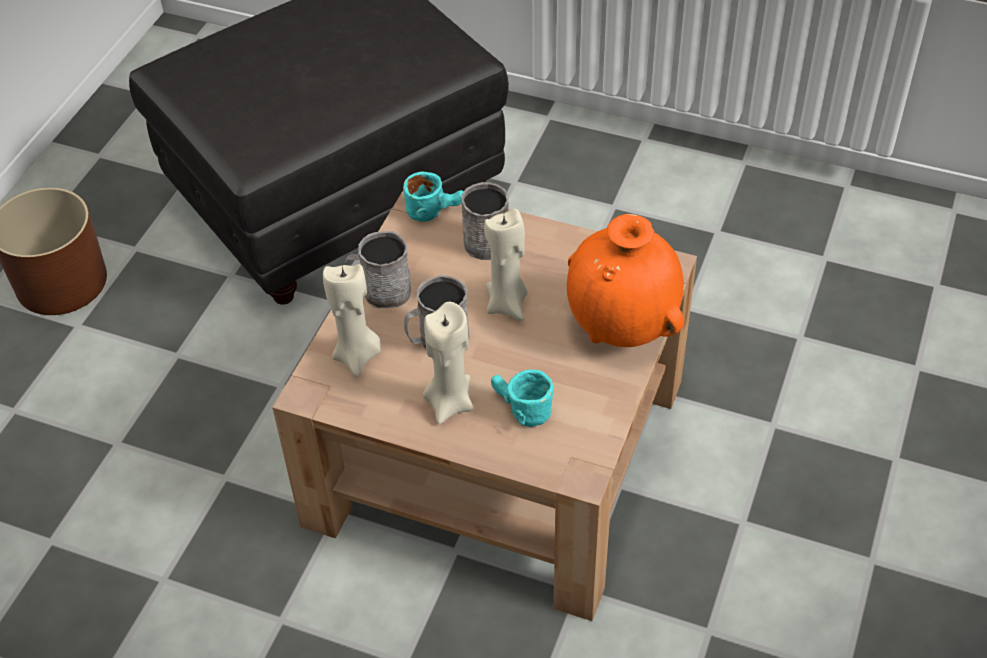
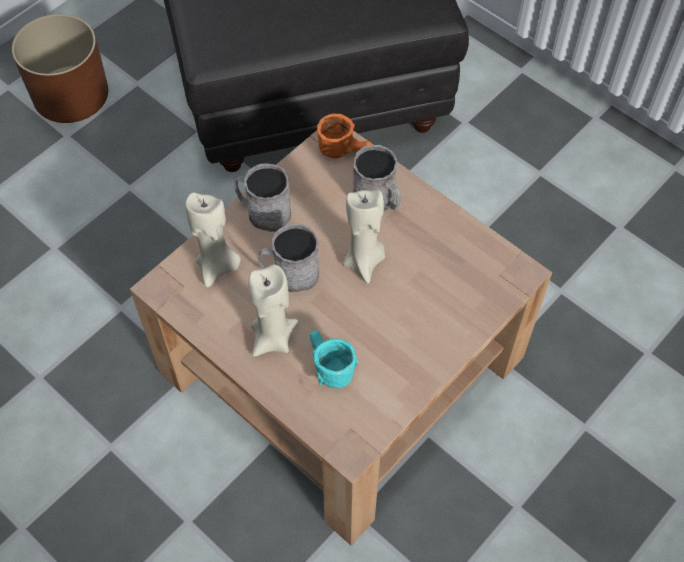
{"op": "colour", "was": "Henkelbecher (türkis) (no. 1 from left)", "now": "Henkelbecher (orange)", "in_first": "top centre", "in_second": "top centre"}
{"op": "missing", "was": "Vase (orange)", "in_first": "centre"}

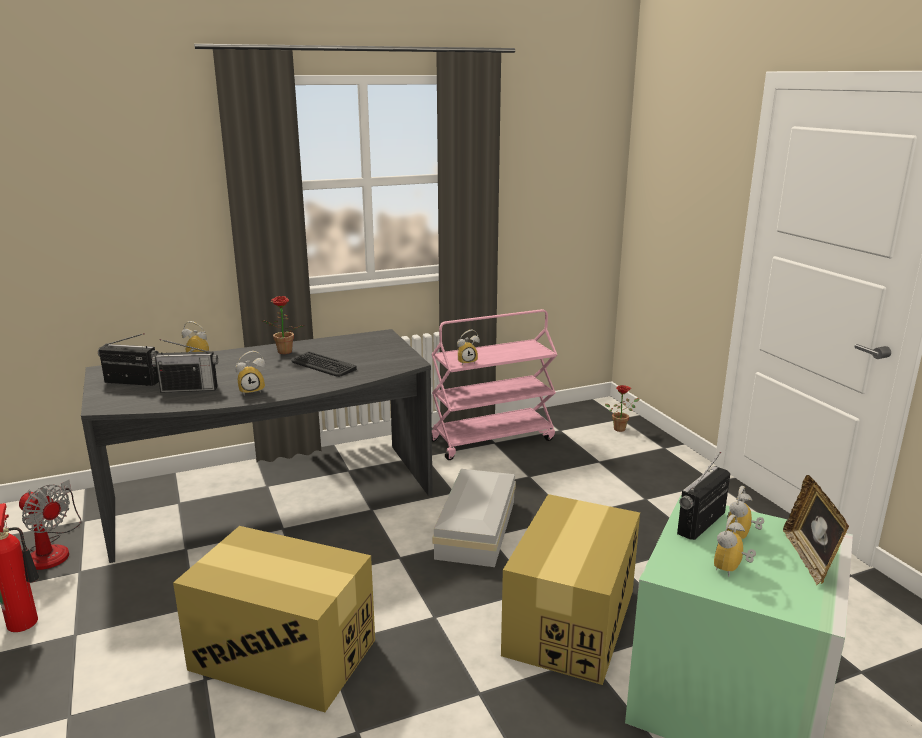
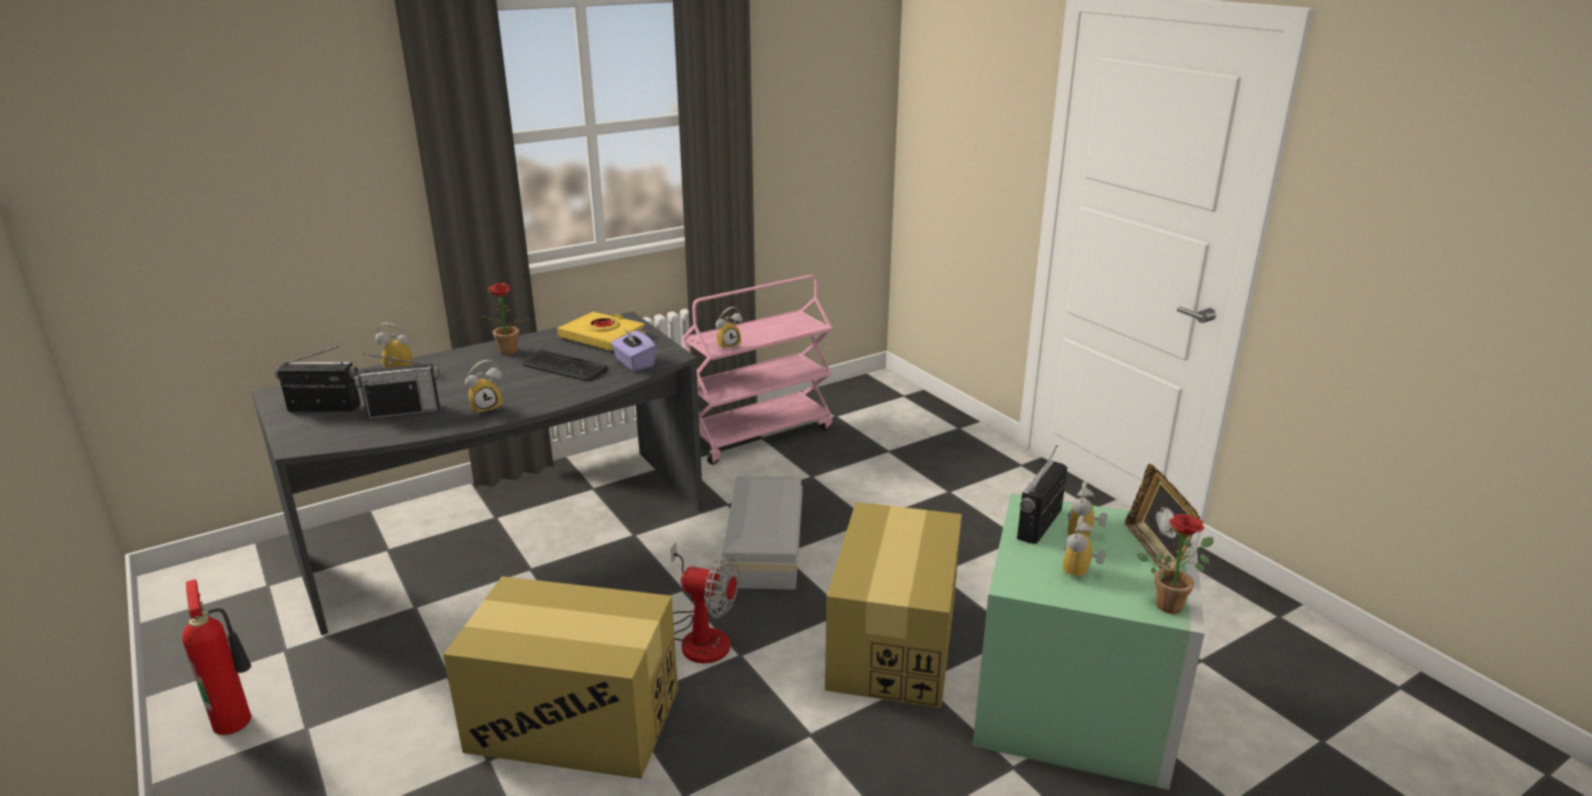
{"op": "relocated", "was": "Topfpflanze (no. 2 from left)", "in_first": "middle right", "in_second": "bottom right"}
{"op": "relocated", "was": "Ventilator", "in_first": "bottom left", "in_second": "bottom centre"}
{"op": "appeared", "now": "Buch (gelb)", "in_second": "centre"}
{"op": "appeared", "now": "Taschentuchbox (lila)", "in_second": "centre"}

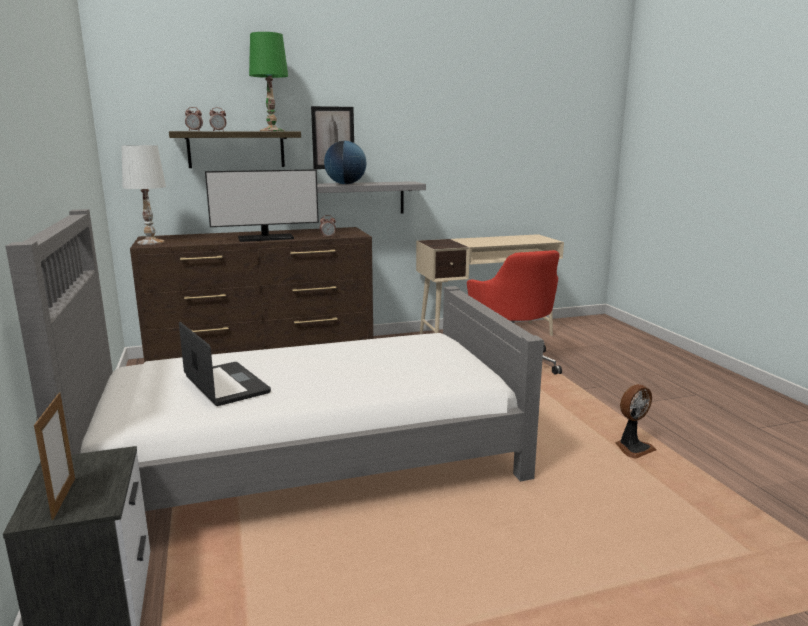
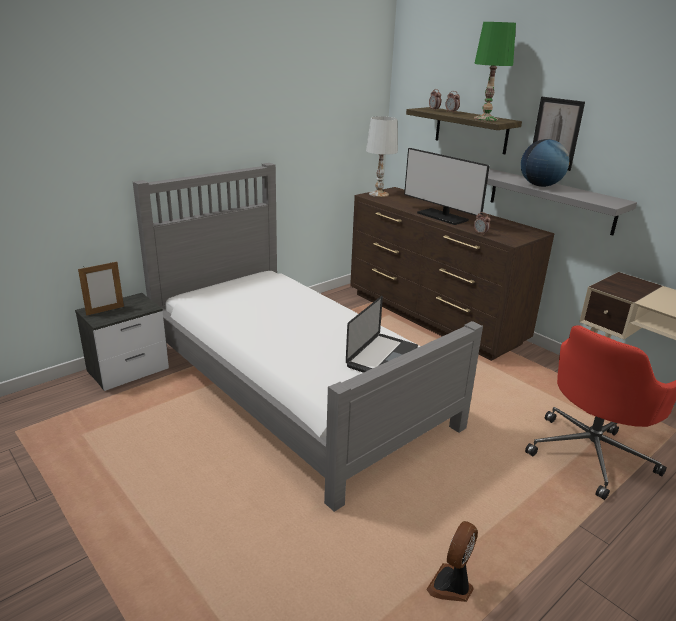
{"op": "relocated", "was": "Laptop", "in_first": "middle left", "in_second": "centre"}
{"op": "spun", "was": "Ventilator", "in_first": "bottom right", "in_second": "bottom right", "clockwise": 90}

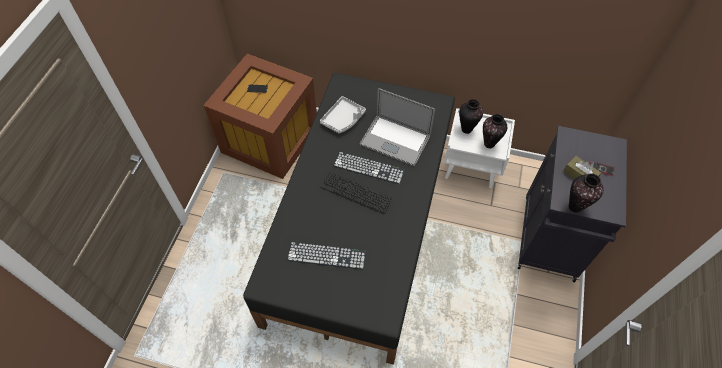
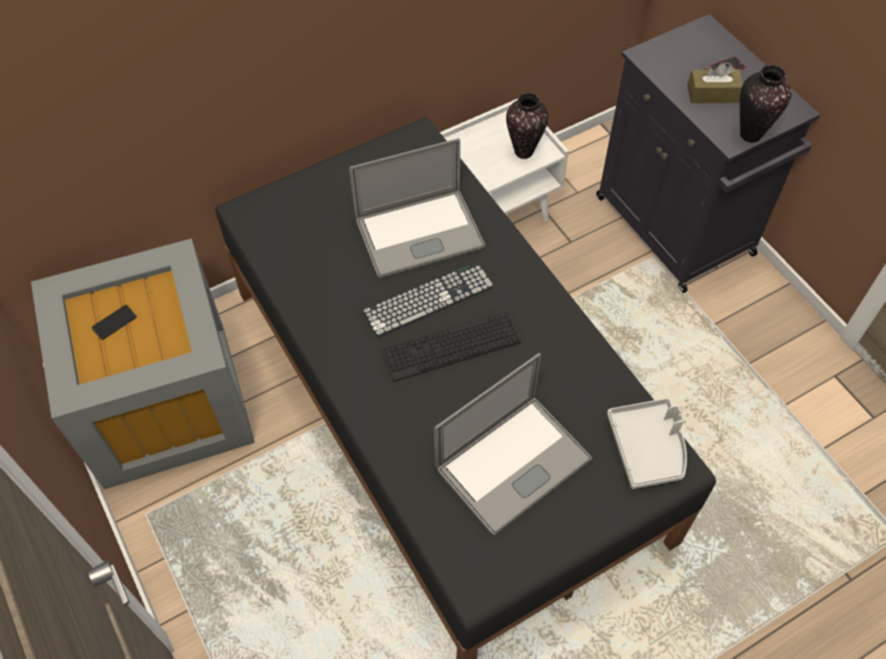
{"op": "colour", "was": "Aufbewahrungsbox (braun)", "now": "Aufbewahrungsbox (grau)", "in_first": "top centre", "in_second": "middle left"}
{"op": "relocated", "was": "Tablett (grau)", "in_first": "top centre", "in_second": "bottom right"}
{"op": "missing", "was": "Vase (no. 1 from left)", "in_first": "top centre"}
{"op": "exchanged", "was": "Tastatur (no. 1 from left)", "now": "Laptop (no. 2 from left)", "in_first": "bottom centre", "in_second": "bottom centre"}

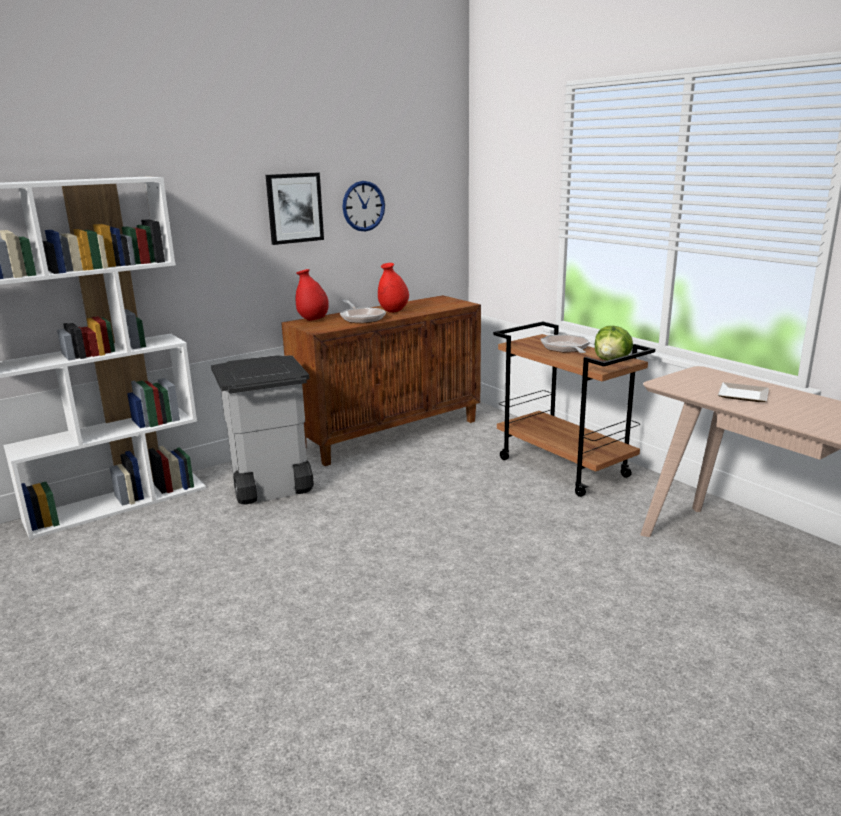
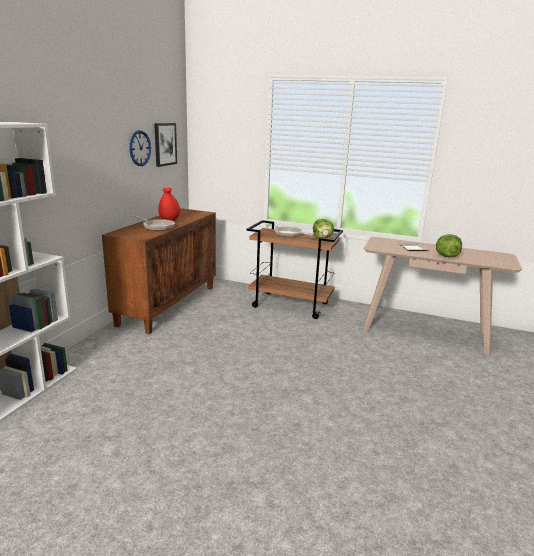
{"op": "relocated", "was": "Bild", "in_first": "top centre", "in_second": "top left"}
{"op": "missing", "was": "Vase (rot) (no. 1 from left)", "in_first": "centre"}
{"op": "missing", "was": "Mülleimer (grau)", "in_first": "middle left"}
{"op": "appeared", "now": "Salatkopf (no. 2 from left)", "in_second": "middle right"}

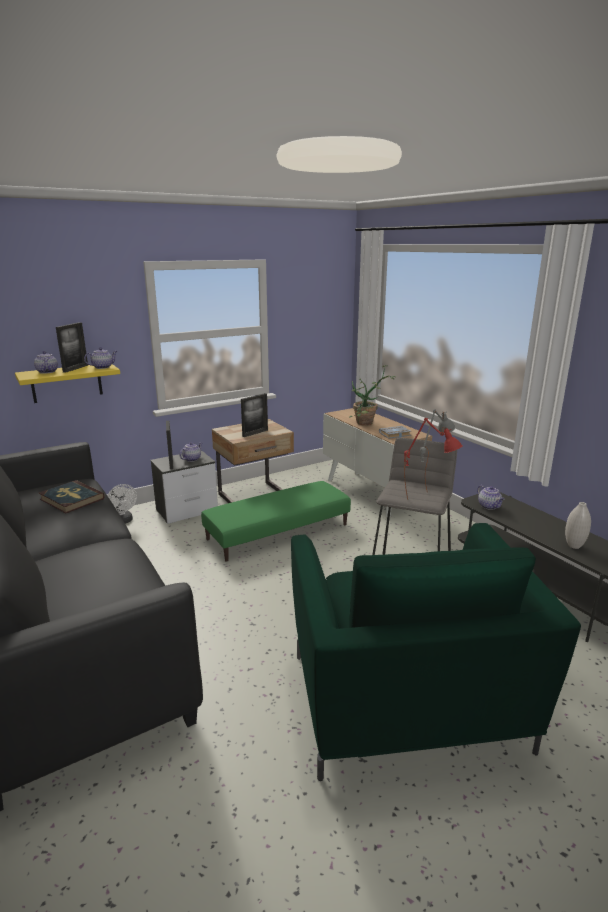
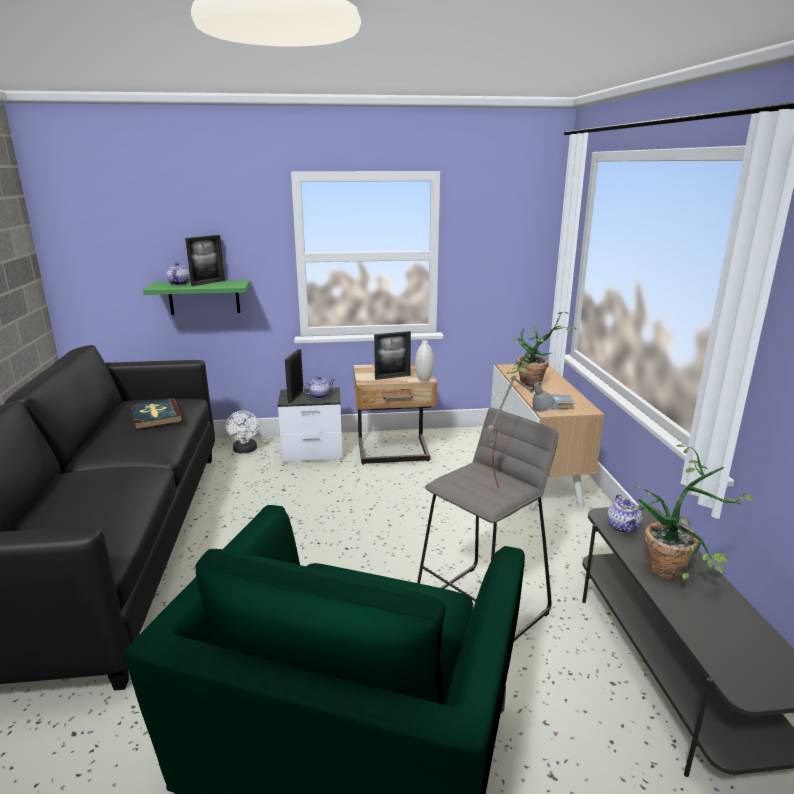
{"op": "missing", "was": "Teekanne (no. 2 from left)", "in_first": "middle left"}
{"op": "colour", "was": "Wandregal (gelb)", "now": "Wandregal (grün)", "in_first": "middle left", "in_second": "middle left"}
{"op": "missing", "was": "Tischlampe (rot)", "in_first": "middle right"}
{"op": "missing", "was": "Polsterhocker (grün)", "in_first": "centre"}
{"op": "relocated", "was": "Vase (weiß)", "in_first": "middle right", "in_second": "centre"}
{"op": "appeared", "now": "Topfpflanze (no. 2 from left)", "in_second": "middle right"}

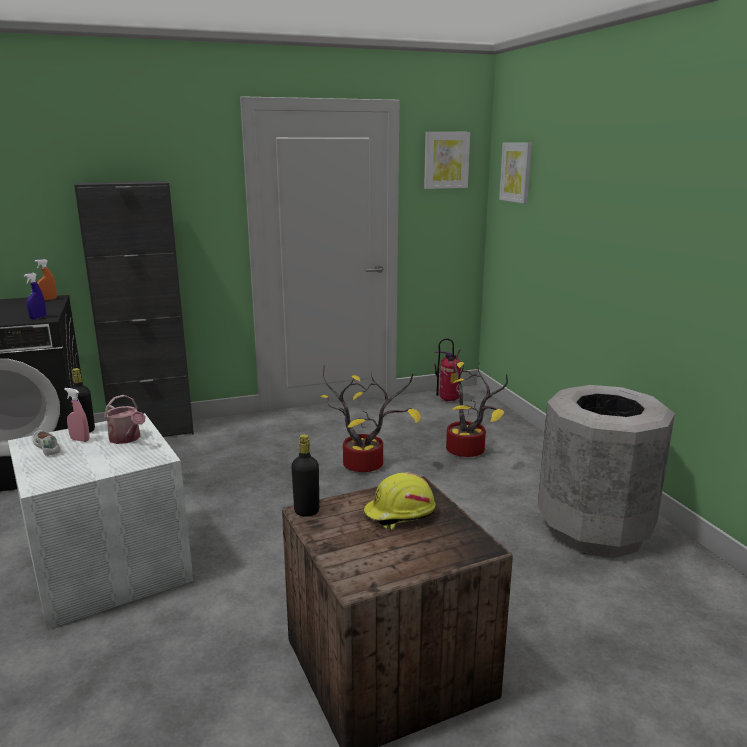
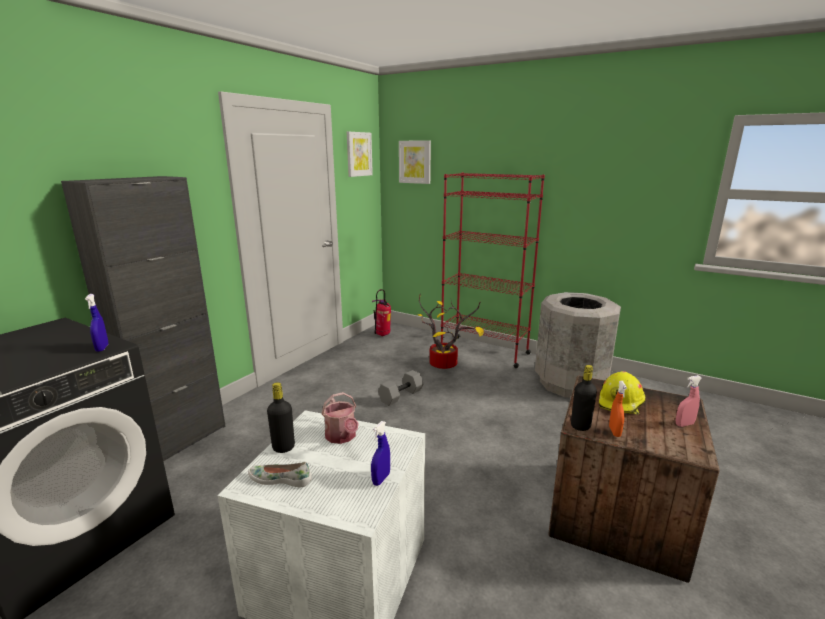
{"op": "relocated", "was": "Sprühflasche (orange)", "in_first": "middle left", "in_second": "middle right"}
{"op": "exchanged", "was": "Topfpflanze (no. 1 from left)", "now": "Hantel (grau)", "in_first": "centre", "in_second": "centre"}
{"op": "relocated", "was": "Sprühflasche (rosa)", "in_first": "middle left", "in_second": "middle right"}
{"op": "spun", "was": "Gießkanne", "in_first": "middle left", "in_second": "bottom centre", "clockwise": 60}
{"op": "appeared", "now": "Bücherregal (rot)", "in_second": "centre"}
{"op": "appeared", "now": "Sprühflasche (blau) (no. 2 from left)", "in_second": "bottom centre"}

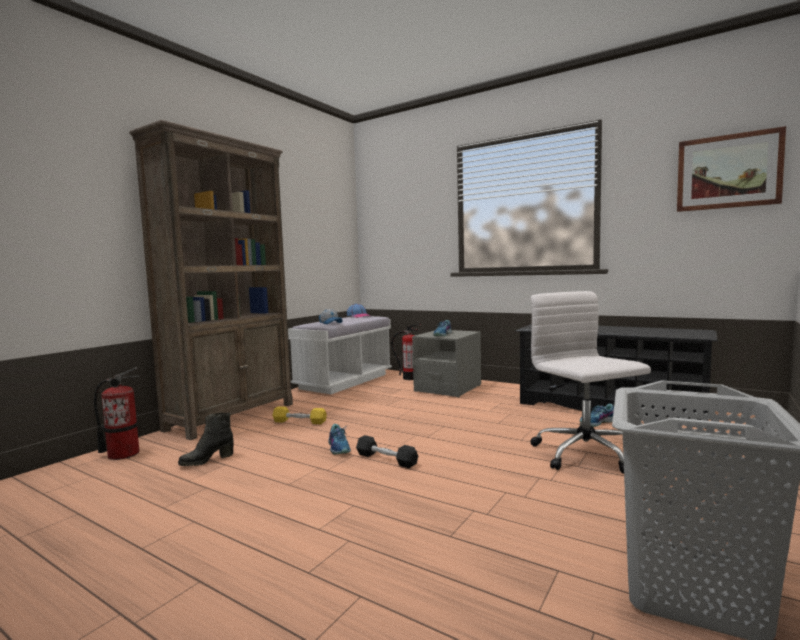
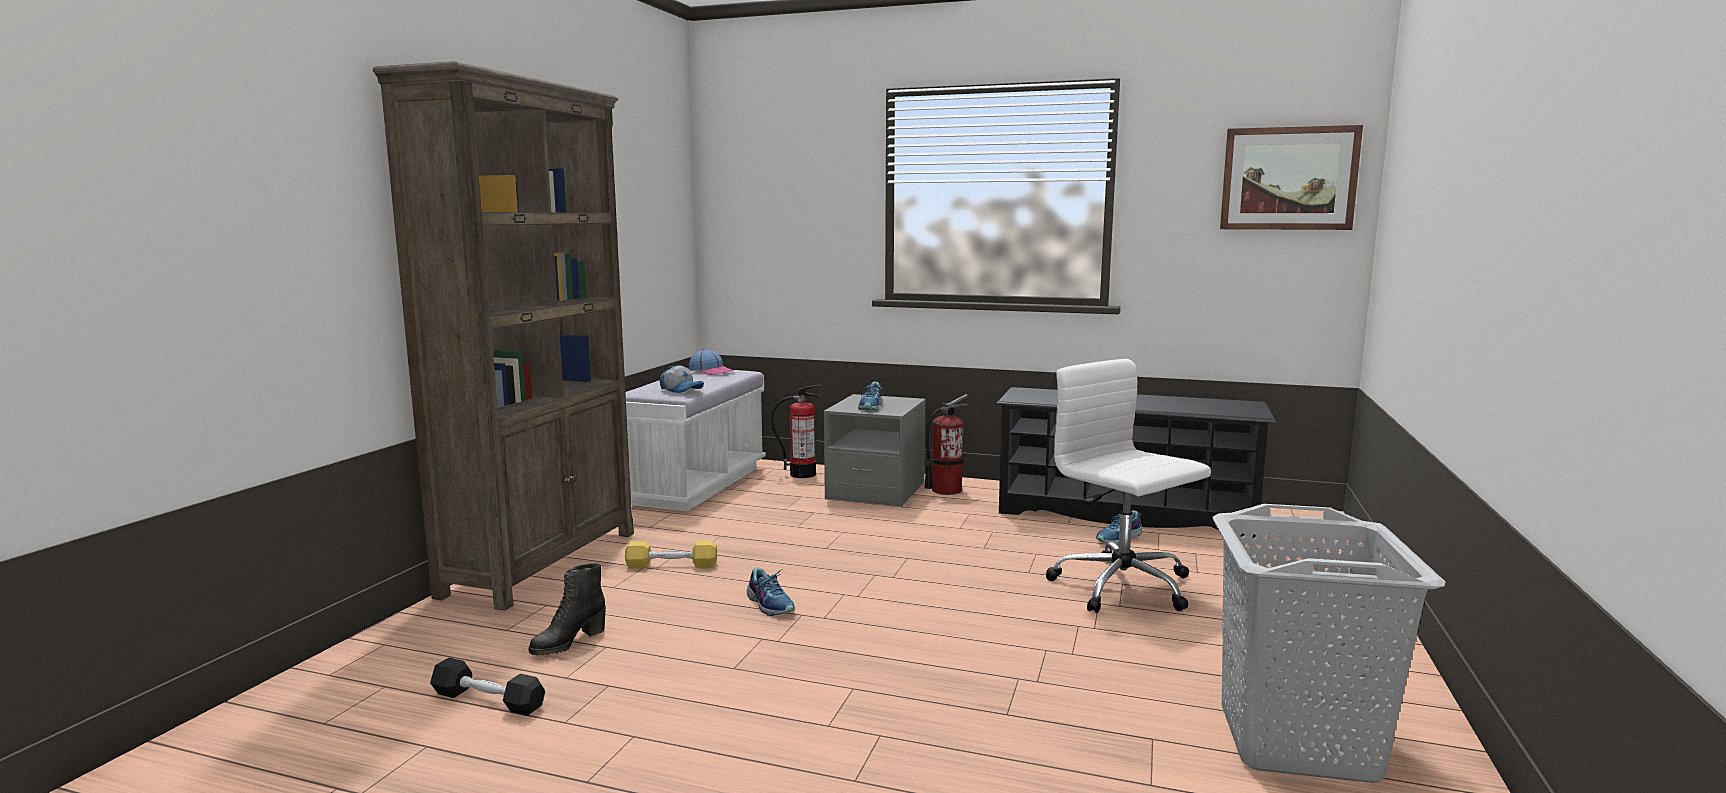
{"op": "relocated", "was": "Feuerlöscher (no. 1 from left in the first image)", "now": "Feuerlöscher (no. 2 from left)", "in_first": "middle left", "in_second": "centre"}
{"op": "relocated", "was": "Hantel (schwarz)", "in_first": "bottom centre", "in_second": "bottom left"}

